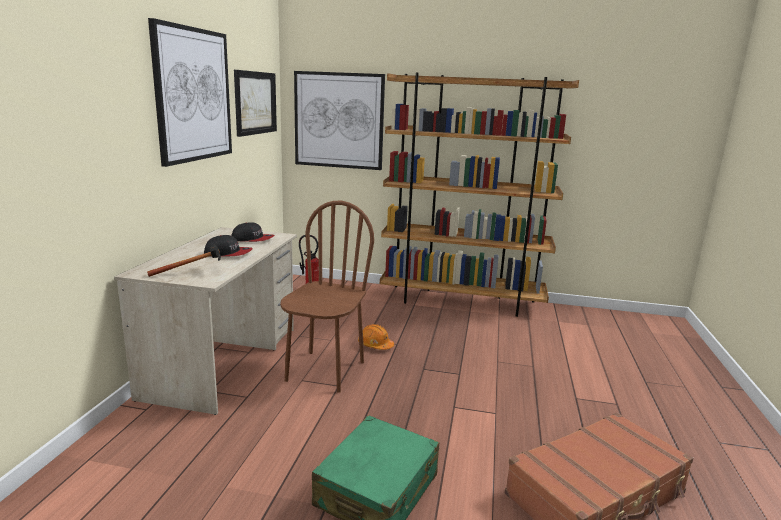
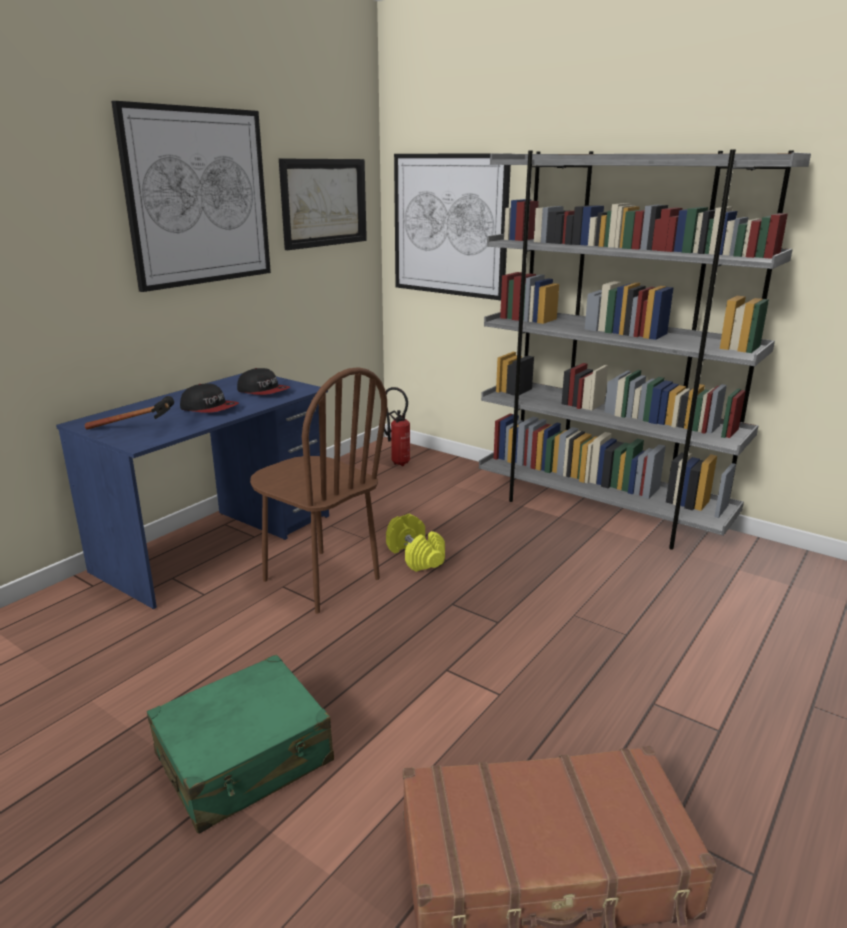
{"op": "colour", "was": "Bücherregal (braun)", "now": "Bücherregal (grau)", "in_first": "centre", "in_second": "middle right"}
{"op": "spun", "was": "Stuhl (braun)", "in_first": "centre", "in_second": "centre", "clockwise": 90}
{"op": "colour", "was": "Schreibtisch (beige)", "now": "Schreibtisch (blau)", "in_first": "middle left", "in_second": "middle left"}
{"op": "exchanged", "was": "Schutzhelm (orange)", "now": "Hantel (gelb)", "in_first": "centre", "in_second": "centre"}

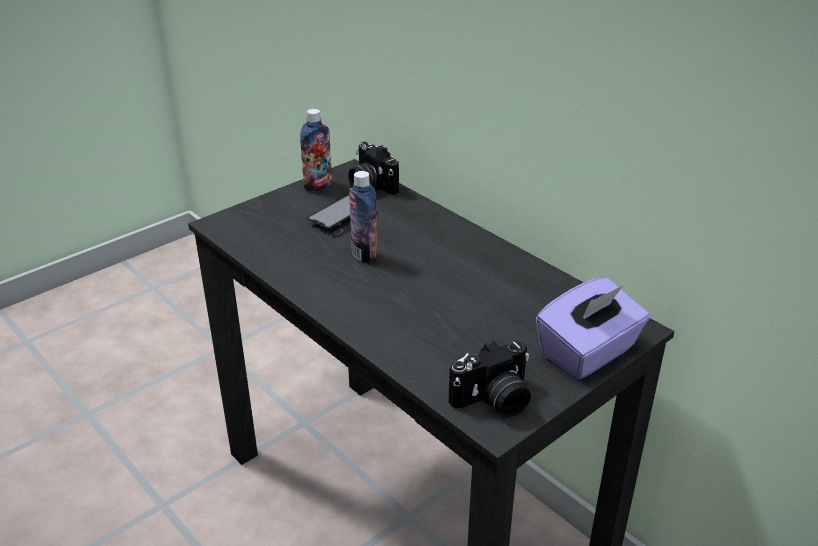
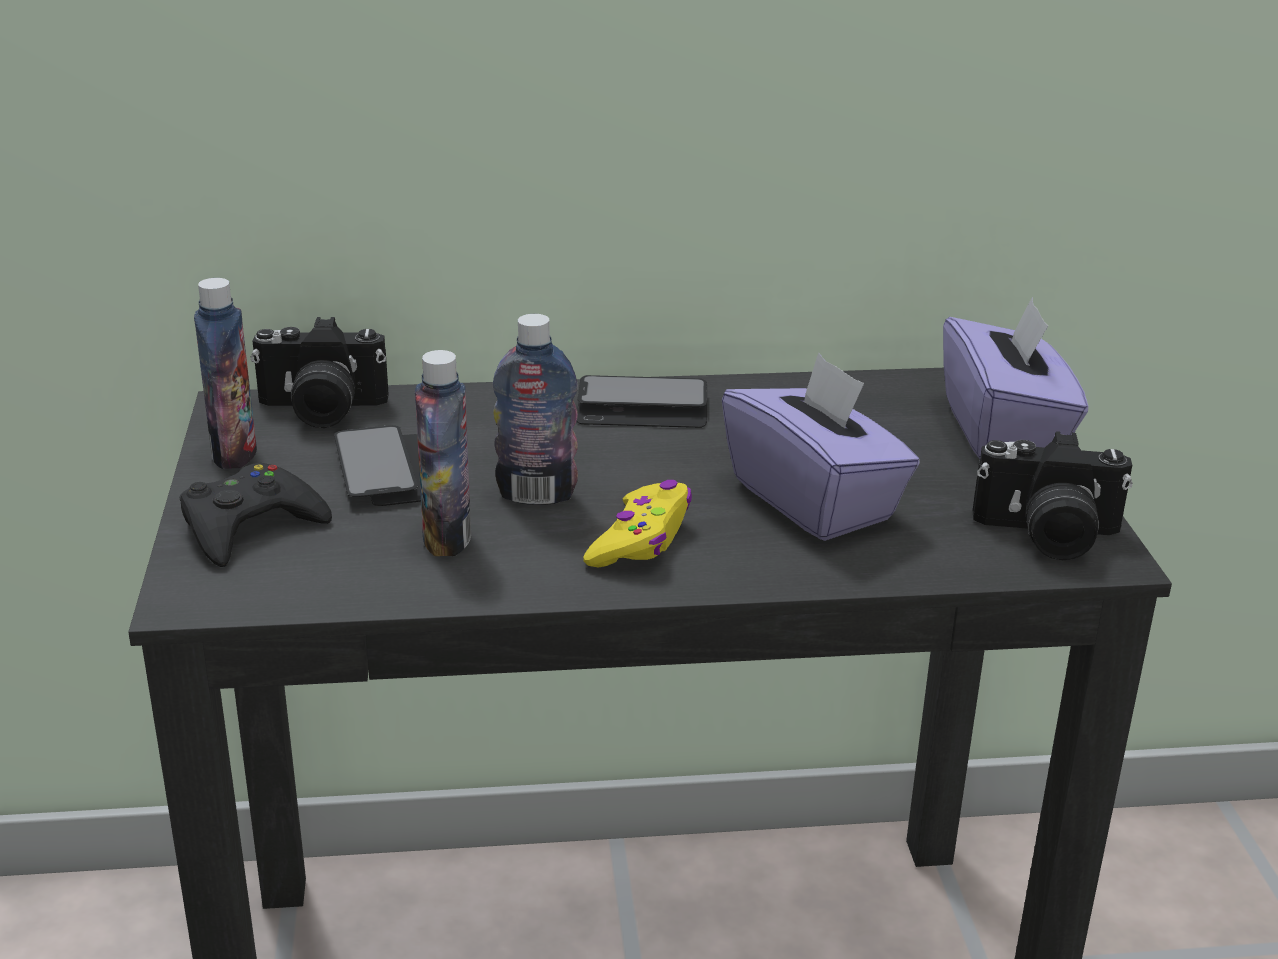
{"op": "spun", "was": "Kamera (no. 2 from left)", "in_first": "bottom centre", "in_second": "middle right", "clockwise": 90}
{"op": "appeared", "now": "Flasche (no. 2 from left)", "in_second": "centre"}
{"op": "appeared", "now": "Taschentuchbox (lila) (no. 1 from left)", "in_second": "centre"}
{"op": "appeared", "now": "Handy (no. 2 from left)", "in_second": "centre"}
{"op": "appeared", "now": "Gamepad (schwarz)", "in_second": "middle left"}
{"op": "appeared", "now": "Gamepad (gelb)", "in_second": "centre"}

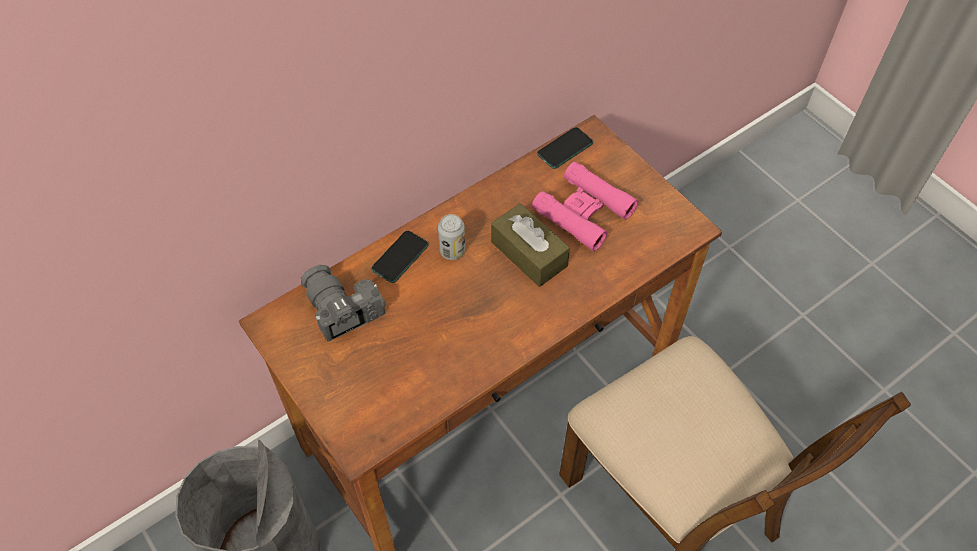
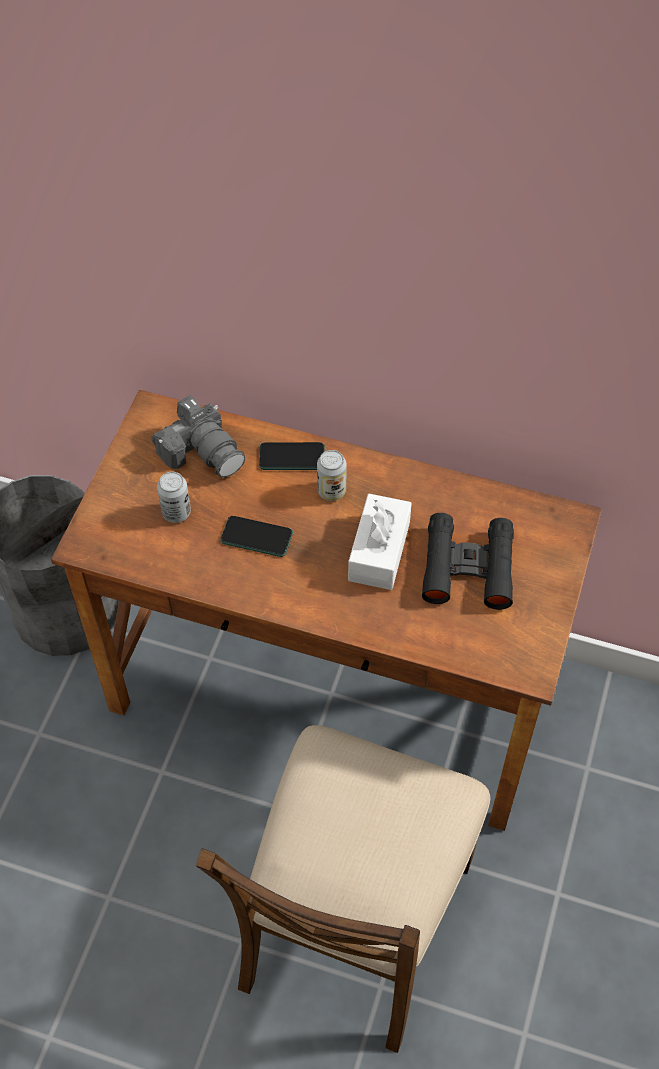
{"op": "relocated", "was": "Handy (no. 2 from left in the first image)", "now": "Handy (no. 1 from left)", "in_first": "top centre", "in_second": "centre"}
{"op": "colour", "was": "Fernglas (rosa)", "now": "Fernglas (schwarz)", "in_first": "centre", "in_second": "middle right"}
{"op": "colour", "was": "Taschentuchbox (braun)", "now": "Taschentuchbox (weiß)", "in_first": "centre", "in_second": "centre"}
{"op": "spun", "was": "Kamera", "in_first": "centre", "in_second": "middle left", "clockwise": 120}
{"op": "appeared", "now": "Dose (no. 1 from left)", "in_second": "middle left"}

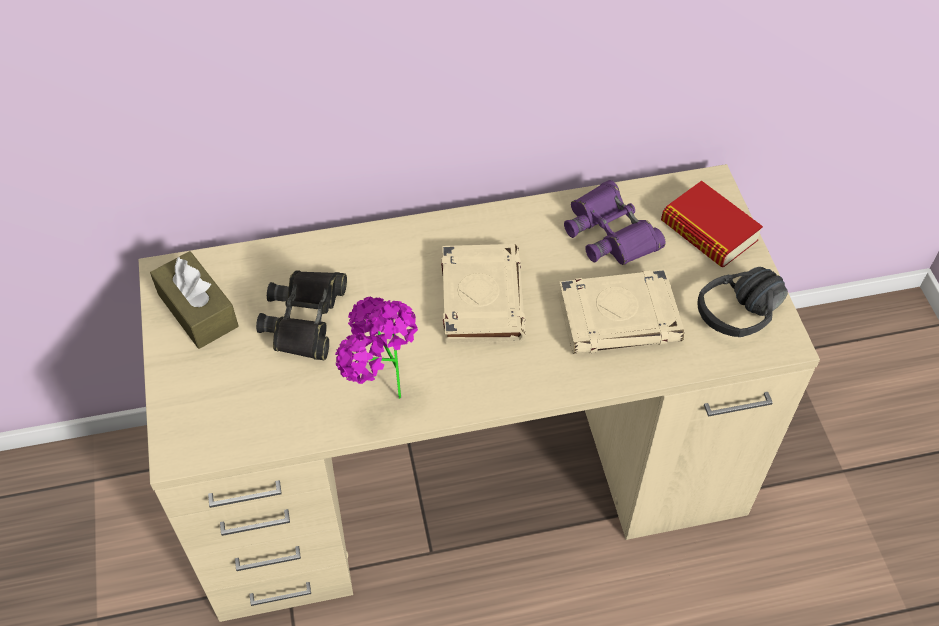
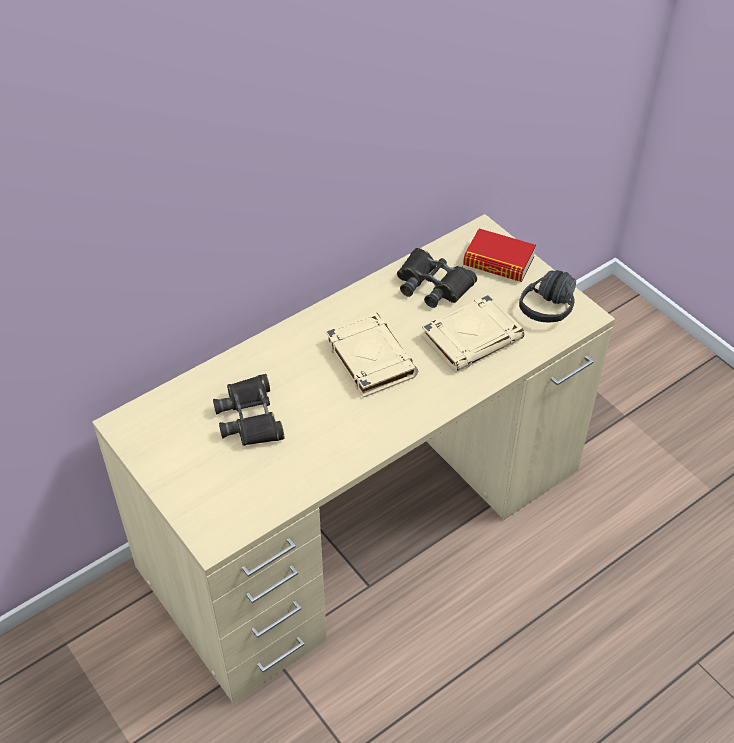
{"op": "colour", "was": "Fernglas (lila)", "now": "Fernglas (schwarz) (no. 2 from left)", "in_first": "centre", "in_second": "centre"}
{"op": "missing", "was": "Taschentuchbox (braun)", "in_first": "middle left"}
{"op": "missing", "was": "Topfpflanze", "in_first": "centre"}

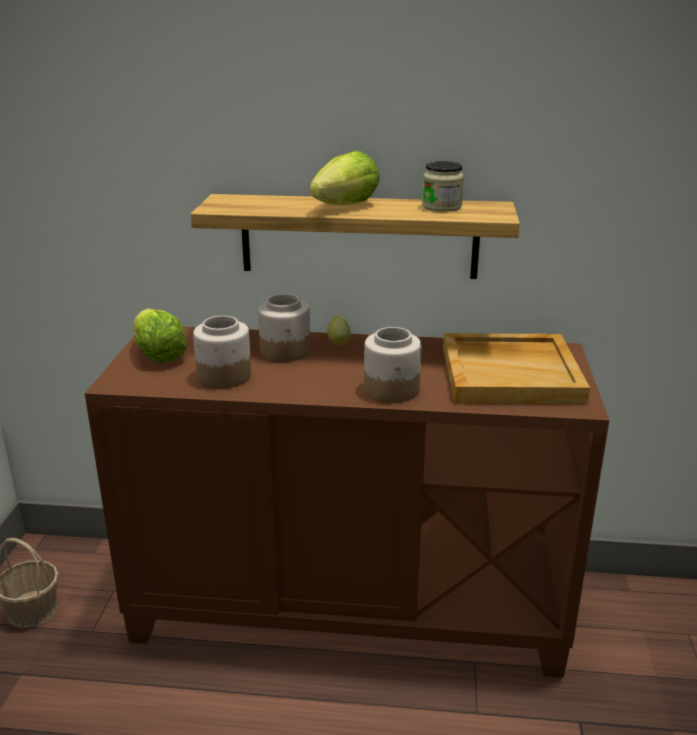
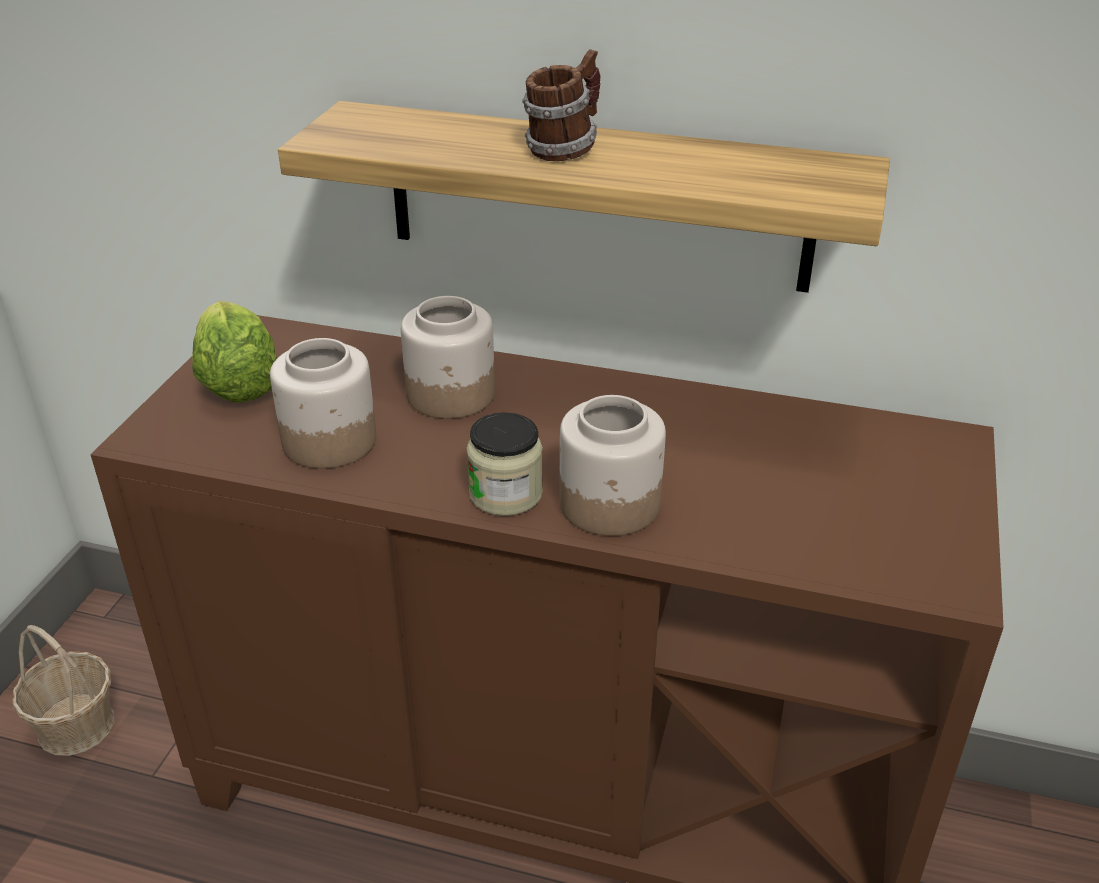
{"op": "exchanged", "was": "Salatkopf (no. 2 from left)", "now": "Henkelbecher", "in_first": "top centre", "in_second": "top centre"}
{"op": "relocated", "was": "Vorratsglas (no. 4 from left in the first image)", "now": "Vorratsglas (no. 3 from left)", "in_first": "top centre", "in_second": "centre"}
{"op": "missing", "was": "Zitrone", "in_first": "centre"}
{"op": "missing", "was": "Tablett (beige)", "in_first": "middle right"}

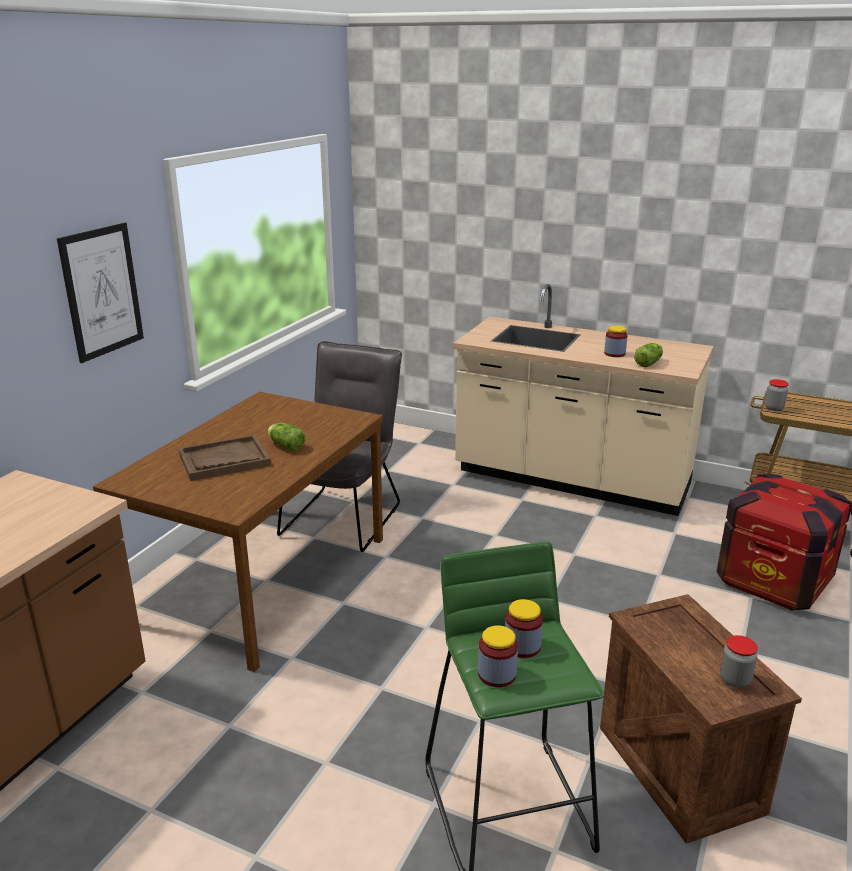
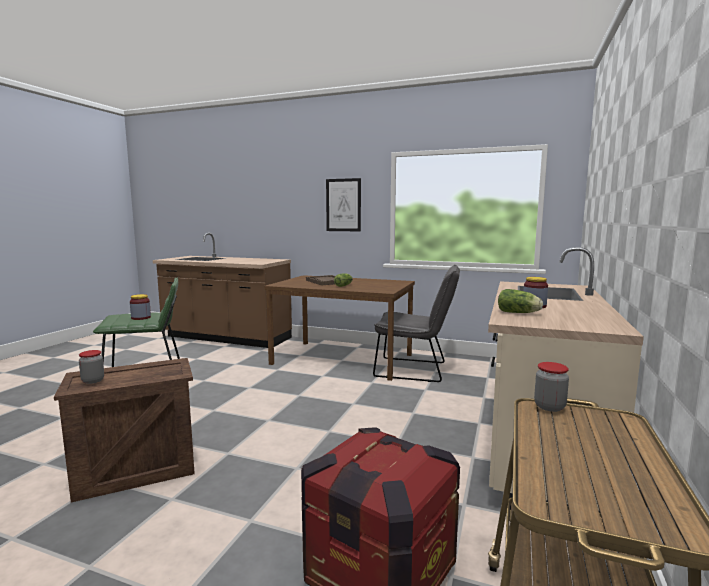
{"op": "missing", "was": "Vorratsglas (no. 1 from left)", "in_first": "bottom centre"}

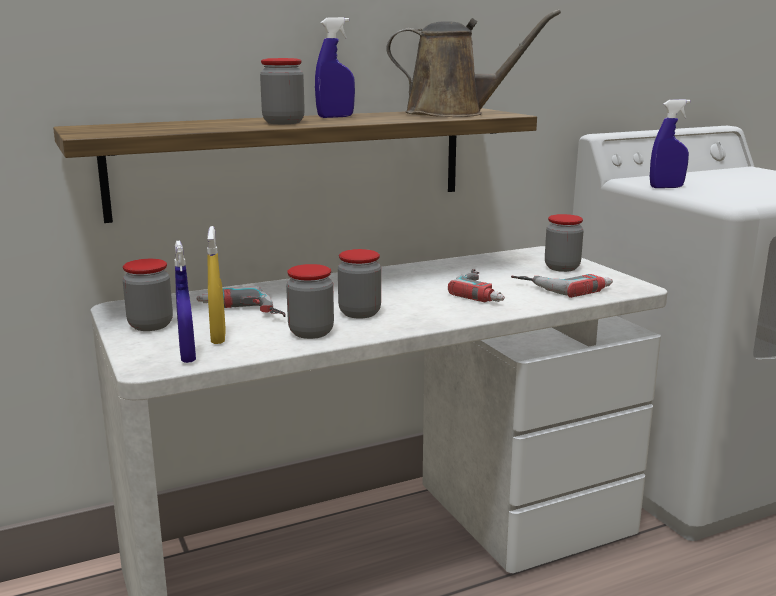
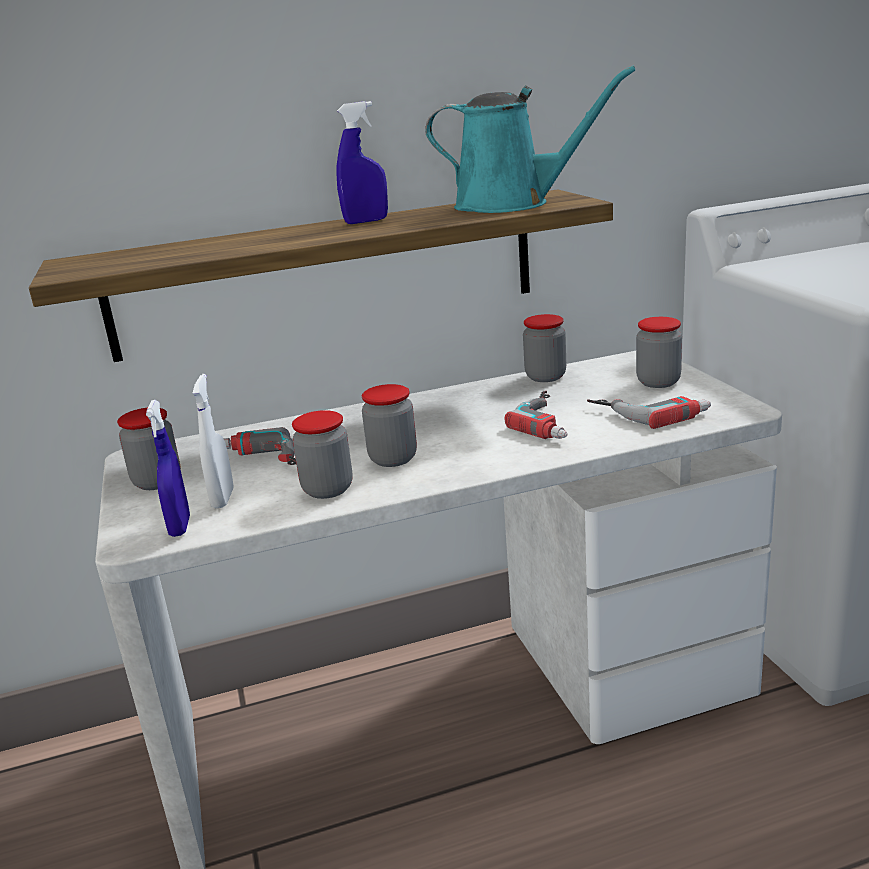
{"op": "colour", "was": "Gießkanne (braun)", "now": "Gießkanne (türkis)", "in_first": "top centre", "in_second": "top centre"}
{"op": "relocated", "was": "Vorratsglas (no. 2 from left in the first image)", "now": "Vorratsglas (no. 4 from left)", "in_first": "top centre", "in_second": "centre"}
{"op": "missing", "was": "Sprühflasche (blau) (no. 3 from left)", "in_first": "top right"}
{"op": "colour", "was": "Sprühflasche (gelb)", "now": "Sprühflasche (weiß)", "in_first": "middle left", "in_second": "middle left"}

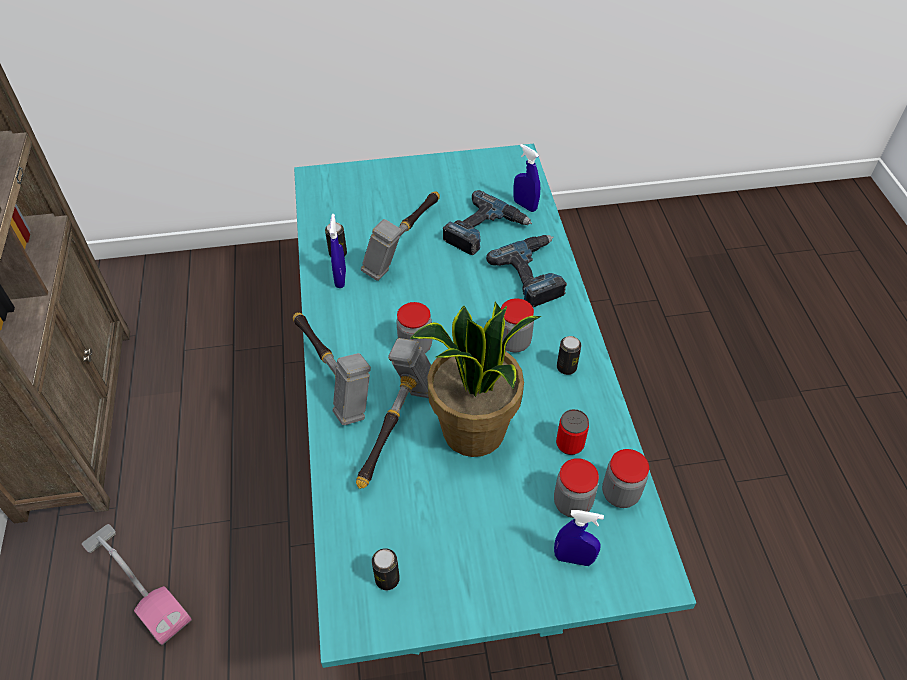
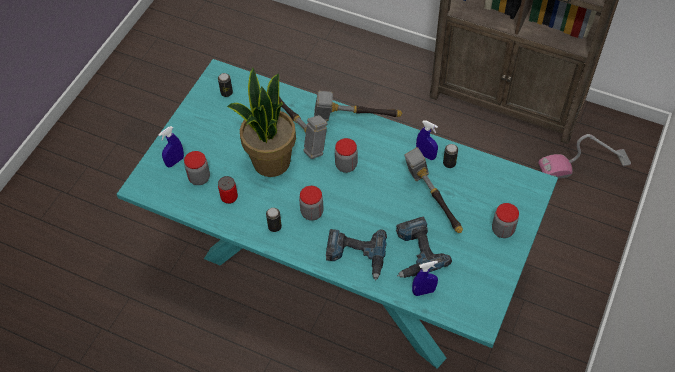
{"op": "relocated", "was": "Vorratsglas (no. 4 from left)", "in_first": "bottom right", "in_second": "middle right"}
{"op": "relocated", "was": "Staubsauger", "in_first": "bottom left", "in_second": "middle right"}

